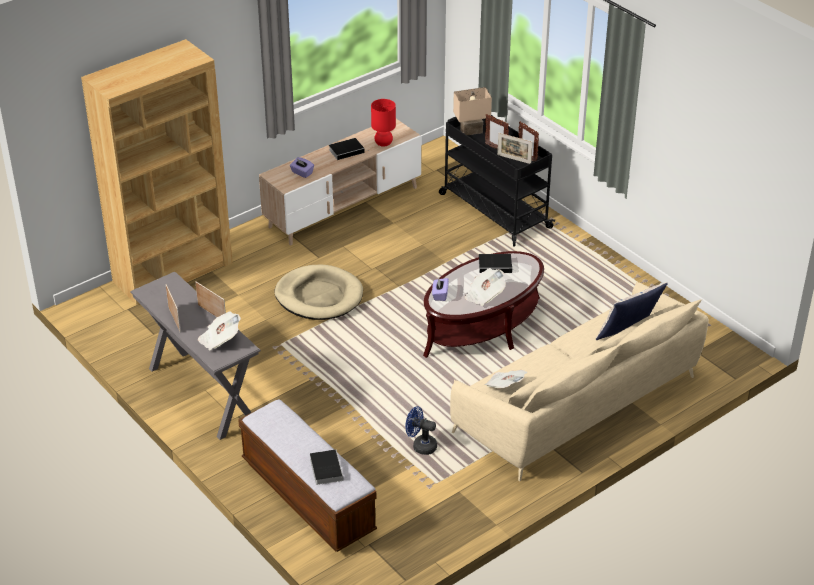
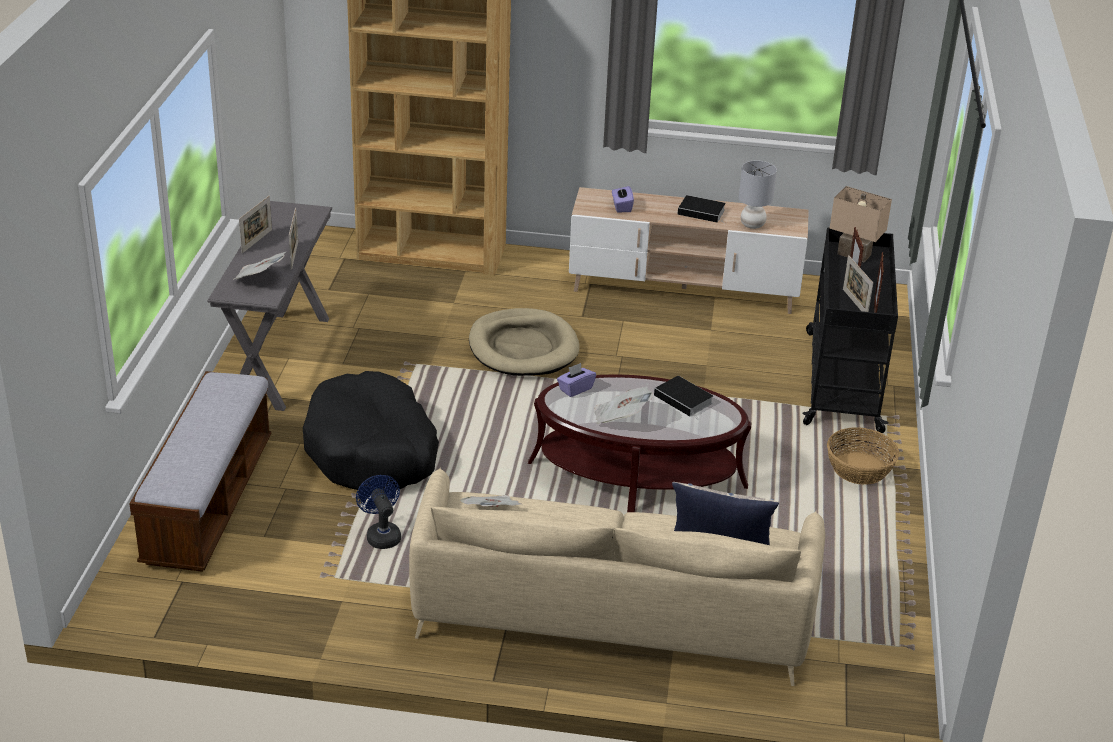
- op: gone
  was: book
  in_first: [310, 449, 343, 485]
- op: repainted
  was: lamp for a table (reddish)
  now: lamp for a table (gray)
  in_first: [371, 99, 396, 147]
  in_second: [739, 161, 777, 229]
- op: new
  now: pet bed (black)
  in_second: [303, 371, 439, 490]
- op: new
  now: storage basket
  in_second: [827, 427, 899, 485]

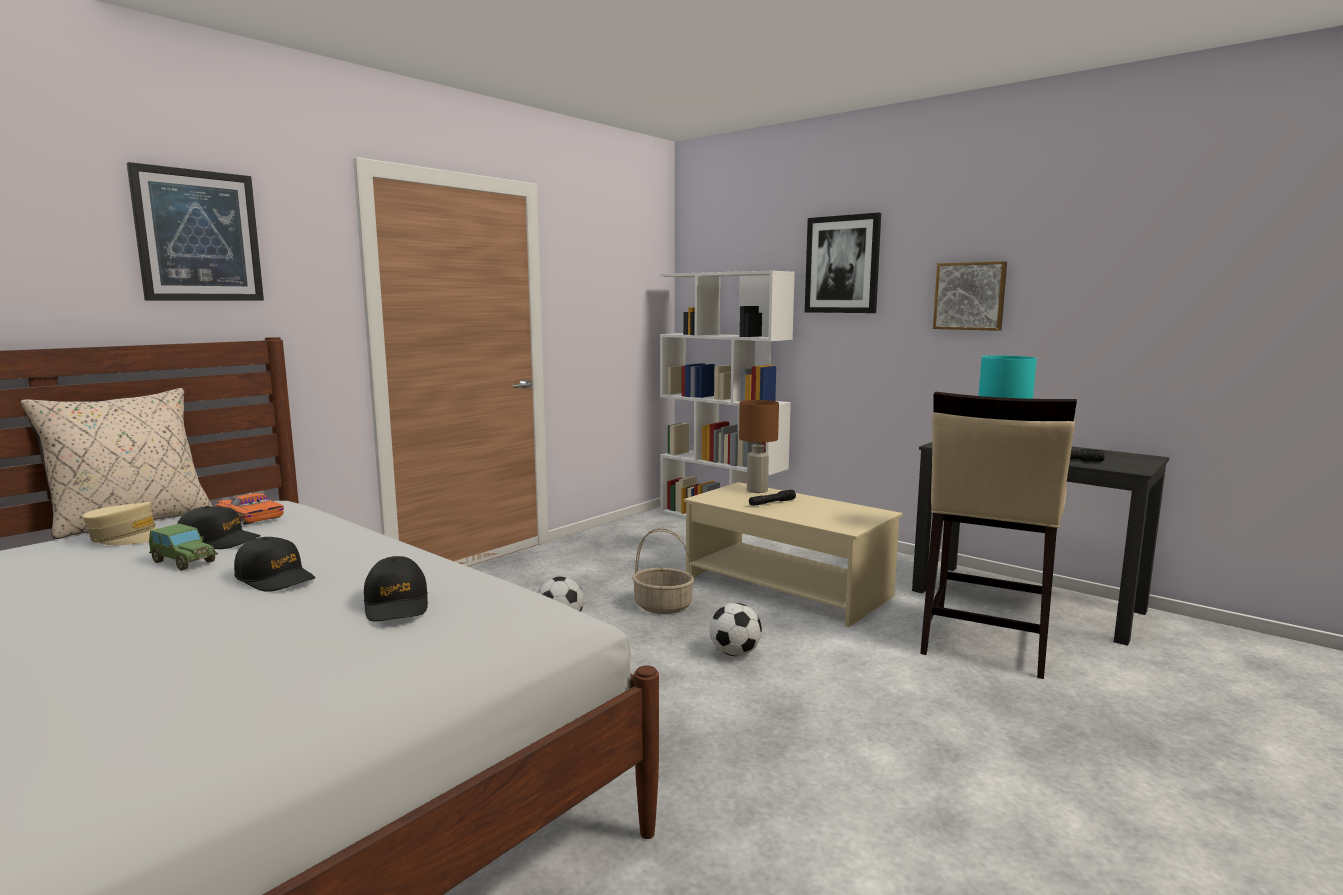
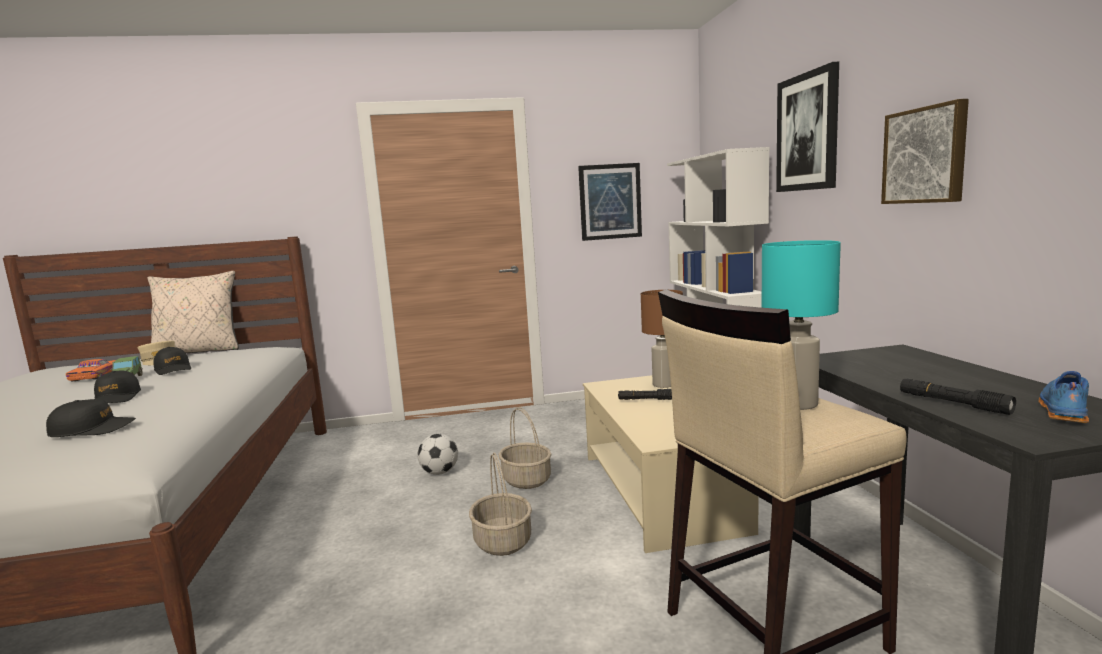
- op: shifted
  was: picture
  in_first: [127, 162, 264, 300]
  in_second: [578, 163, 642, 241]
- op: shifted
  was: model car (orange-coloured)
  in_first: [215, 493, 284, 525]
  in_second: [66, 359, 115, 381]
- op: rotated
  was: peaked cap (black)
  in_first: [364, 556, 428, 621]
  in_second: [46, 399, 136, 437]
  clockwise: -120
- op: swapped
  was: football ball
  now: storage basket
  in_first: [710, 603, 762, 656]
  in_second: [469, 452, 532, 556]
- op: new
  now: low shoe (blue-coloured)
  in_second: [1039, 371, 1089, 423]

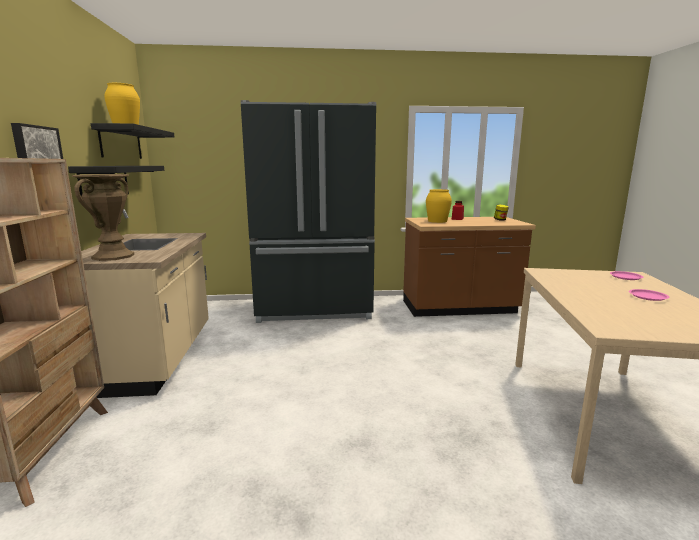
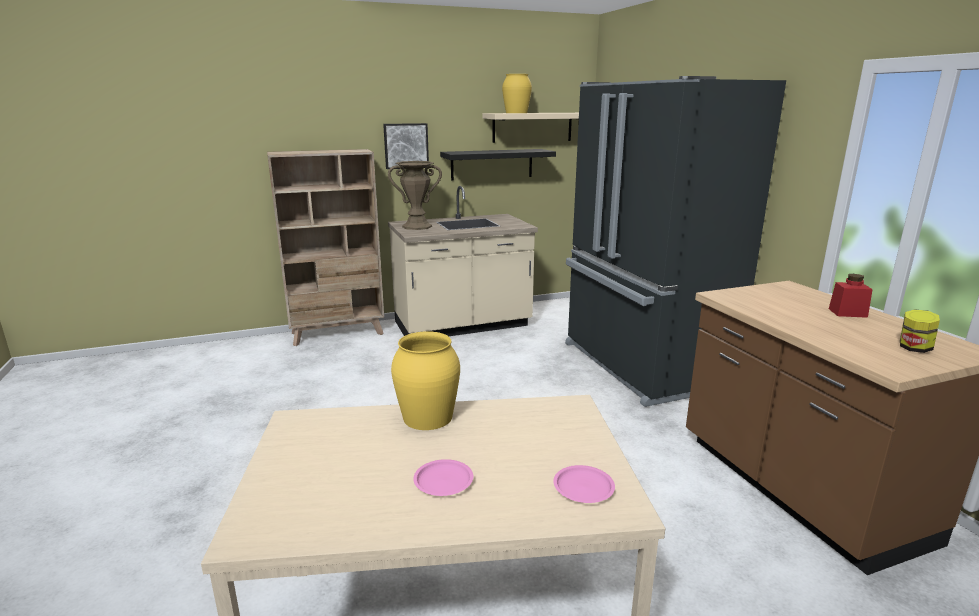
- op: repainted
  was: shelf (black)
  now: shelf (beige)
  in_first: [91, 123, 174, 159]
  in_second: [483, 113, 579, 143]
- op: shifted
  was: decorative vase (yellowish)
  in_first: [426, 189, 452, 223]
  in_second: [391, 331, 460, 430]

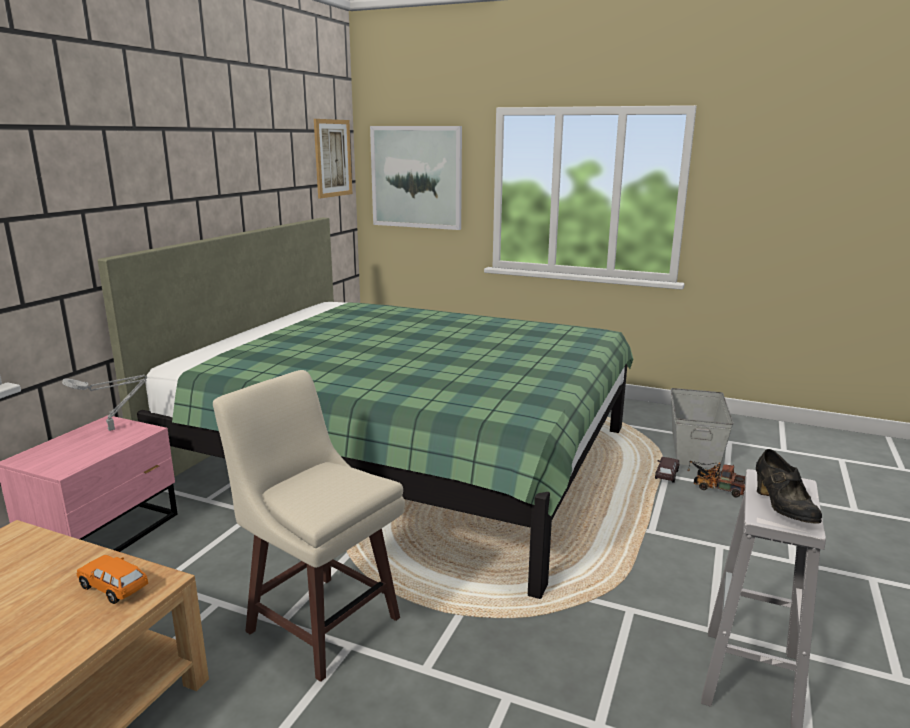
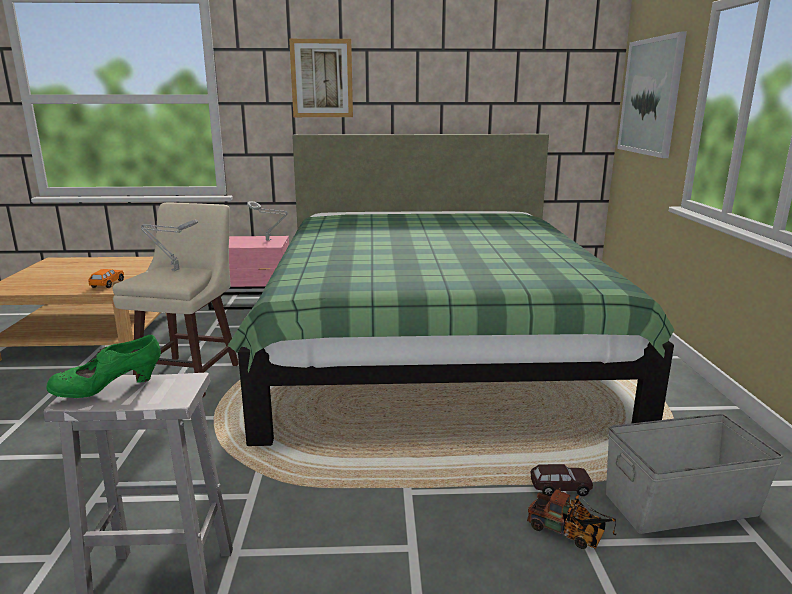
- op: shifted
  was: picture
  in_first: [314, 119, 352, 199]
  in_second: [289, 39, 353, 117]
- op: rotated
  was: toy truck
  in_first: [687, 461, 745, 498]
  in_second: [527, 487, 617, 549]
  clockwise: 120
- op: repainted
  was: low shoe (black)
  now: low shoe (greenish)
  in_first: [756, 449, 822, 524]
  in_second: [46, 335, 161, 398]
- op: new
  now: lamp for a table (gray)
  in_second: [141, 219, 198, 271]

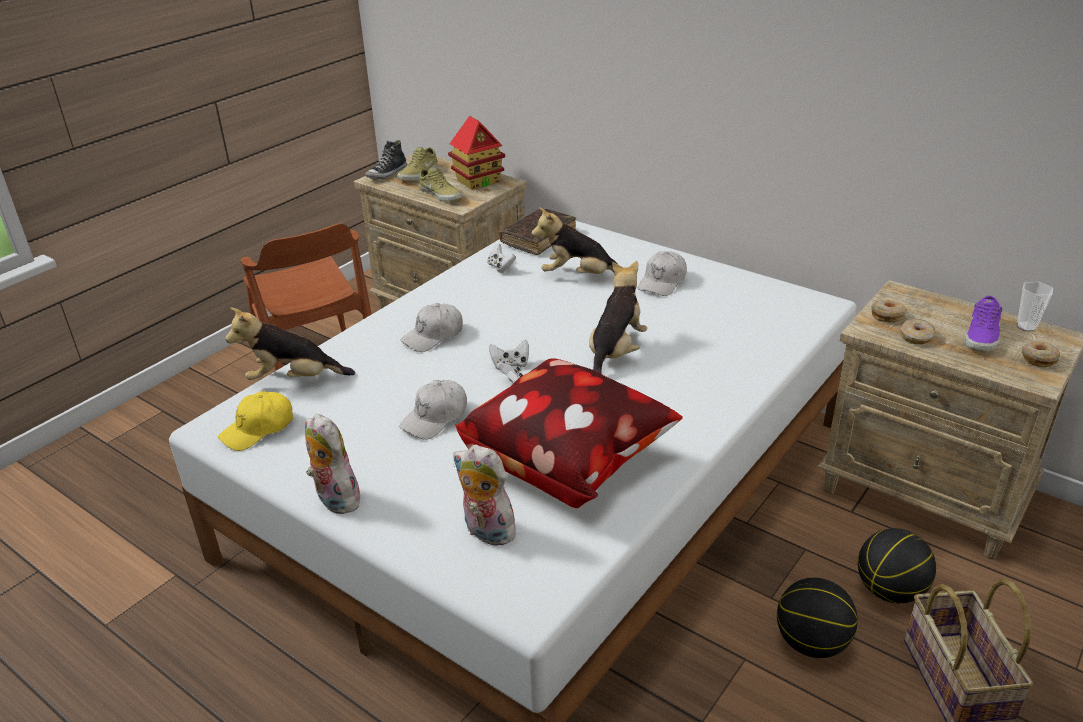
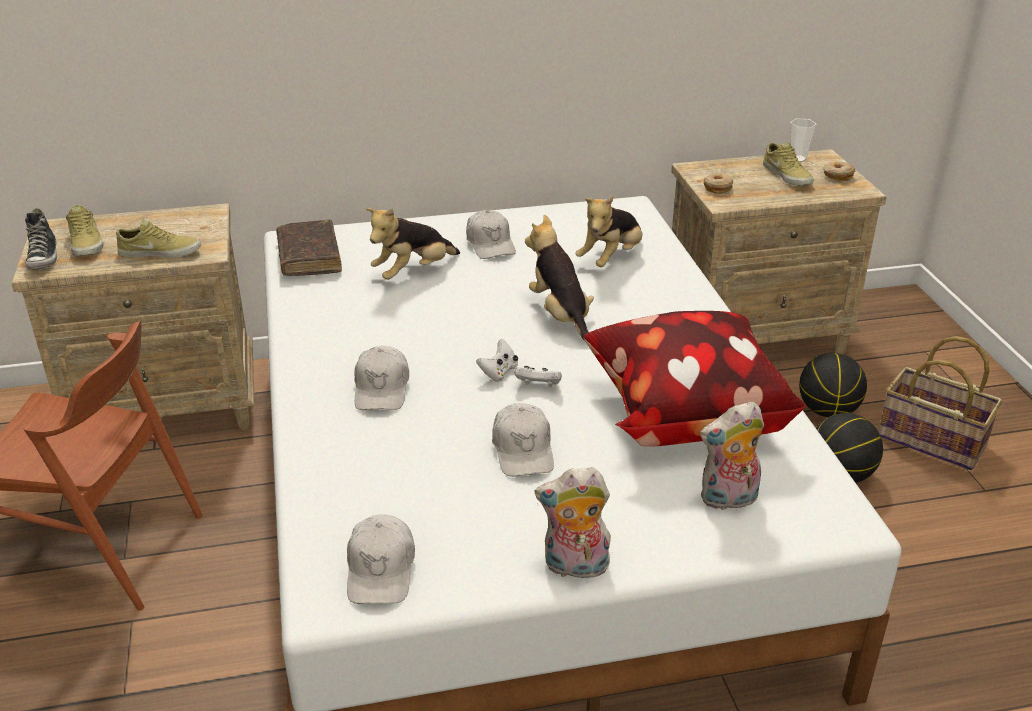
- op: repainted
  was: peaked cap (yellowish)
  now: peaked cap (white)
  in_first: [218, 391, 293, 451]
  in_second: [347, 514, 415, 604]
- op: shifted
  was: cuddly toy
  in_first: [225, 307, 355, 380]
  in_second: [575, 196, 642, 267]
- op: gone
  was: model house
  in_first: [448, 116, 505, 190]
- op: gone
  was: game controller (white)
  in_first: [487, 244, 516, 273]
- op: gone
  was: ring doughnut
  in_first: [900, 319, 936, 344]
- op: repainted
  was: low shoe (purple)
  now: low shoe (beige)
  in_first: [965, 296, 1002, 351]
  in_second: [763, 142, 814, 185]

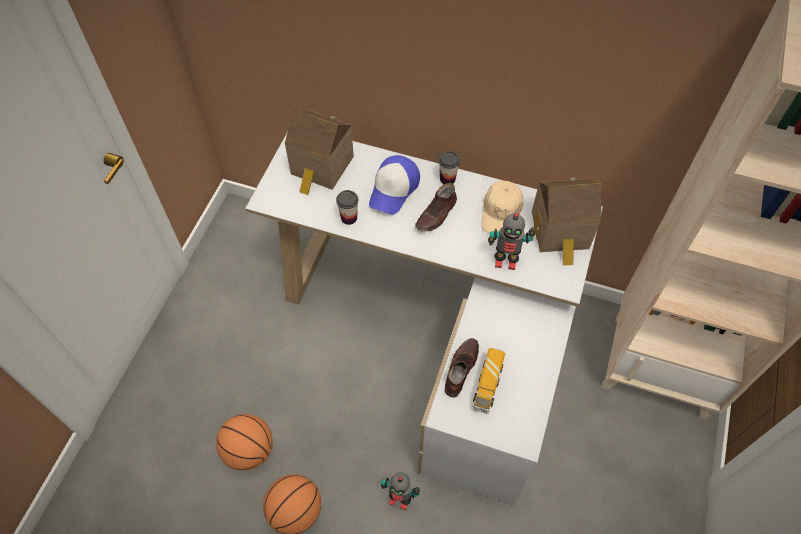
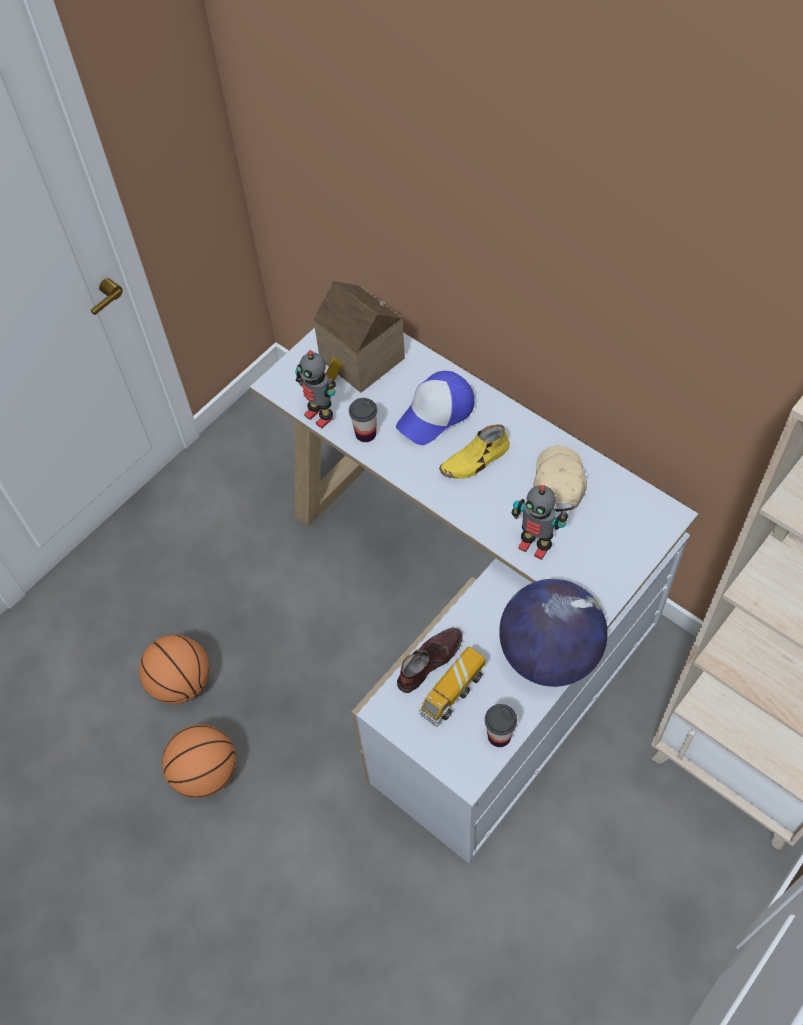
- op: shifted
  was: robot figure
  in_first: [381, 472, 420, 510]
  in_second: [295, 350, 336, 429]
- op: repainted
  was: low shoe (brownish)
  now: low shoe (yellowish)
  in_first: [415, 183, 457, 231]
  in_second: [439, 424, 510, 479]
- op: shifted
  was: cup
  in_first: [439, 151, 460, 184]
  in_second: [485, 704, 517, 747]
- op: rotated
  was: peaked cap (beige)
  in_first: [481, 181, 523, 233]
  in_second: [534, 445, 587, 512]
  clockwise: 150
- op: gone
  was: model house
  in_first: [532, 177, 601, 266]
- op: new
  now: world globe
  in_second: [499, 579, 608, 687]

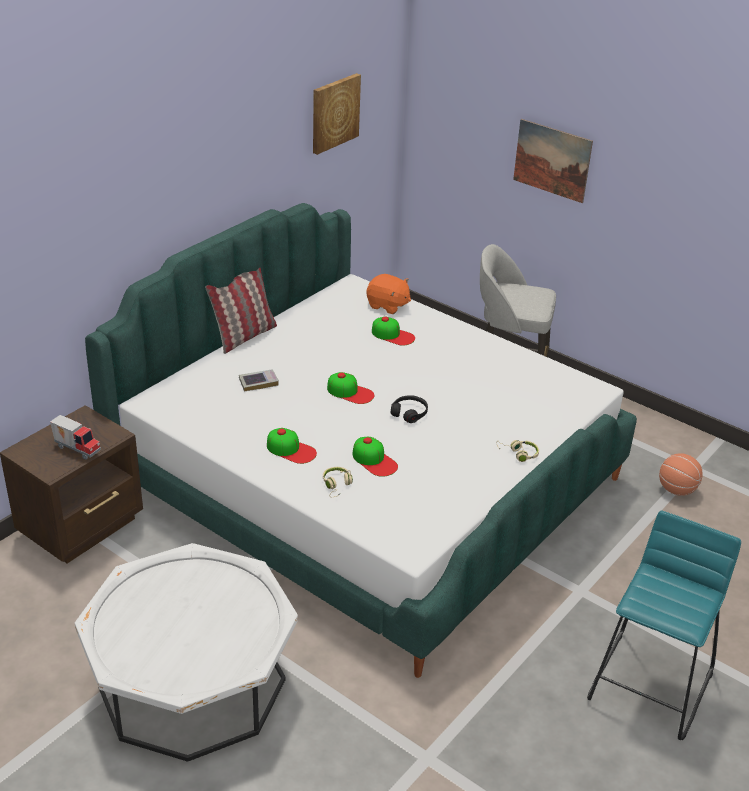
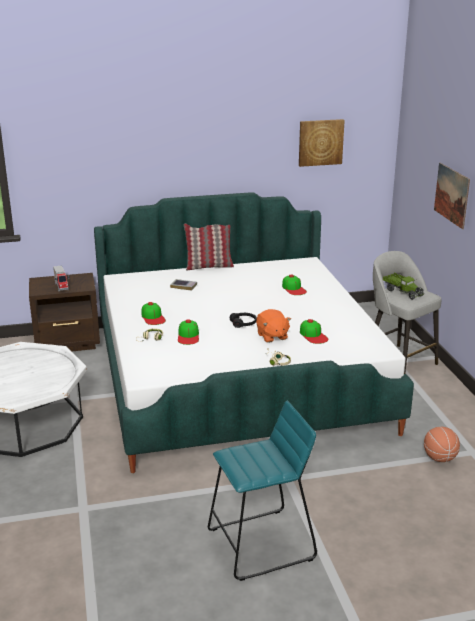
- op: shifted
  was: peaked cap
  in_first: [327, 372, 374, 404]
  in_second: [300, 319, 328, 344]
- op: shifted
  was: cuddly toy (orange-coloured)
  in_first: [367, 274, 411, 314]
  in_second: [256, 309, 291, 343]
- op: new
  now: toy truck
  in_second: [383, 273, 424, 300]

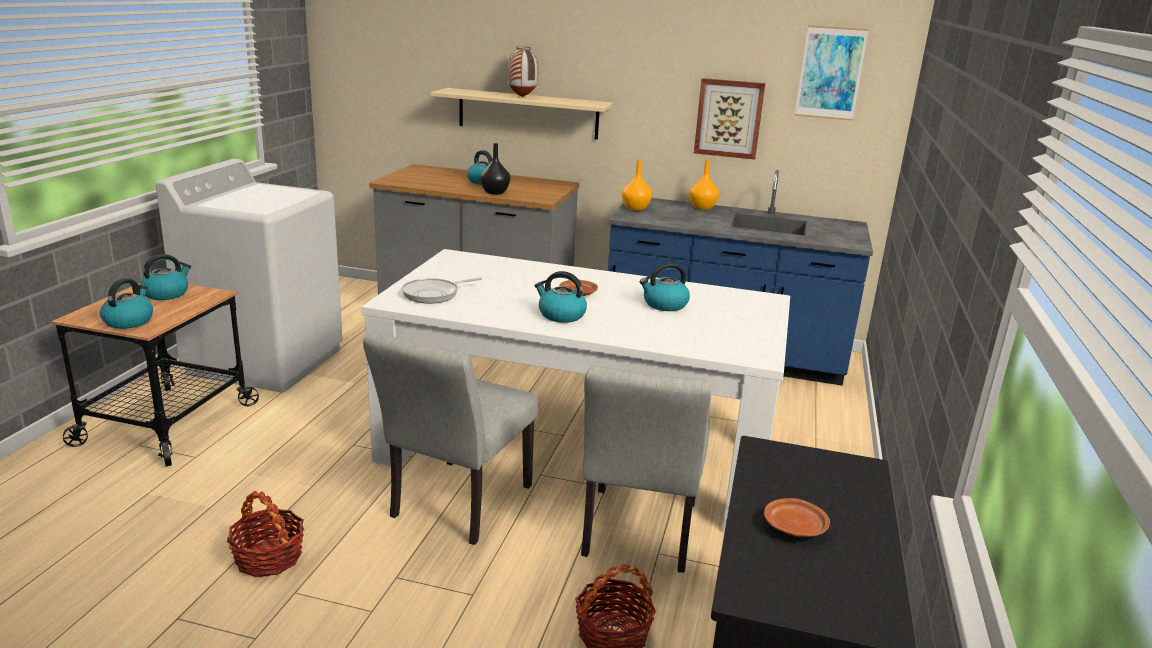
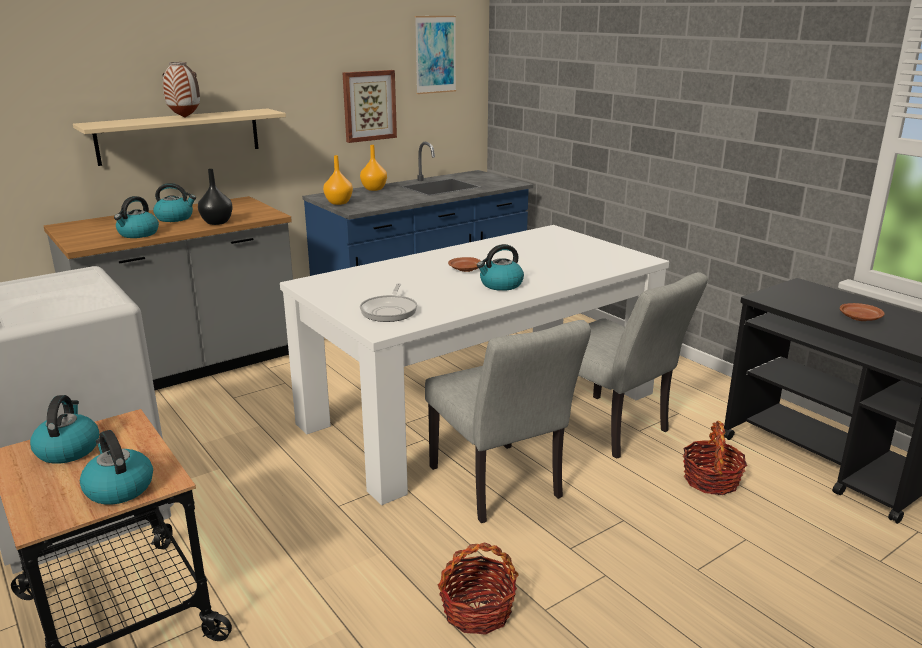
- op: shifted
  was: tea kettle
  in_first: [640, 263, 690, 311]
  in_second: [114, 196, 159, 238]

